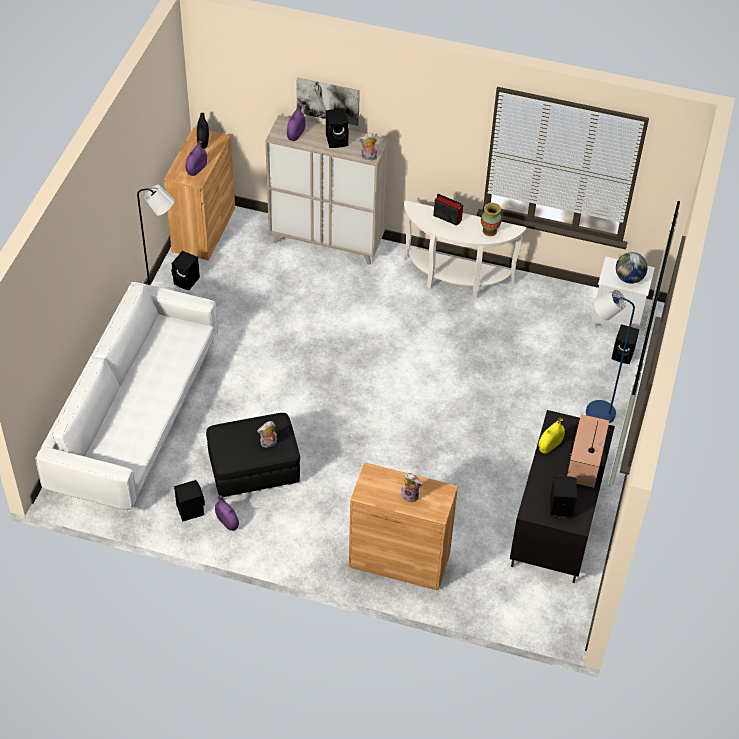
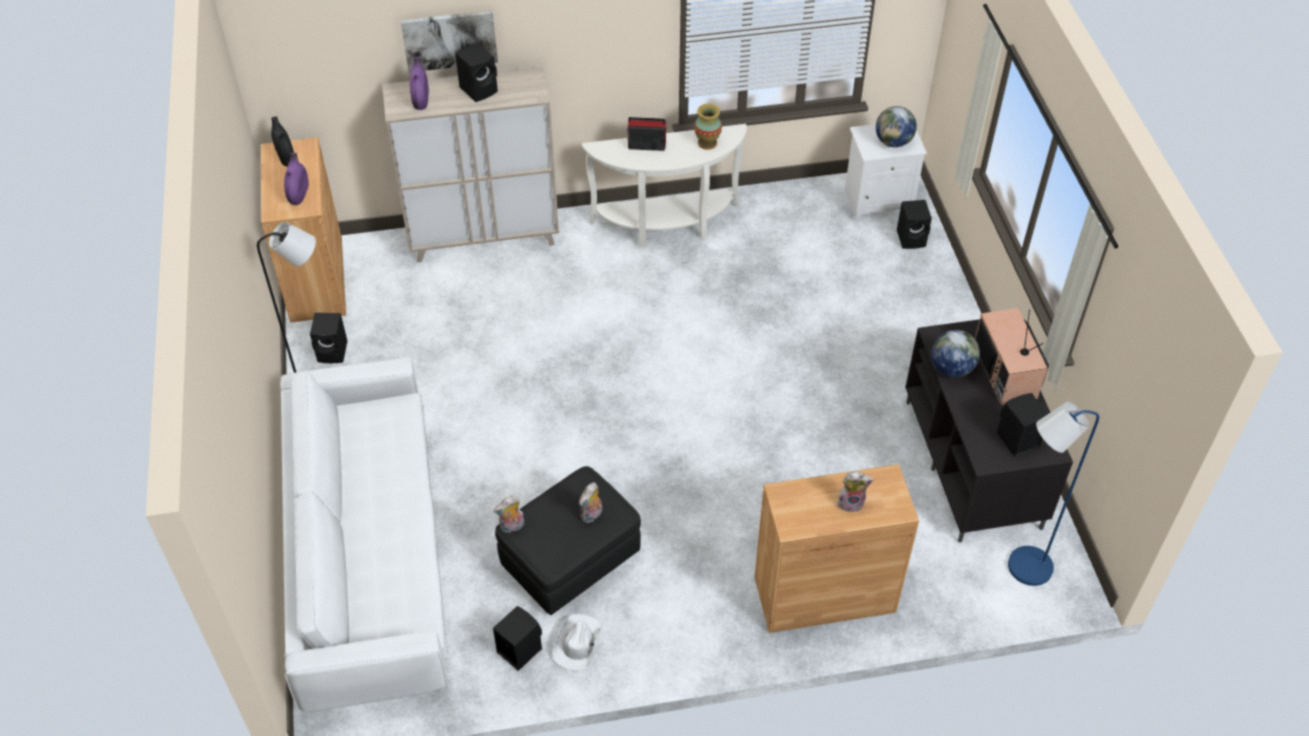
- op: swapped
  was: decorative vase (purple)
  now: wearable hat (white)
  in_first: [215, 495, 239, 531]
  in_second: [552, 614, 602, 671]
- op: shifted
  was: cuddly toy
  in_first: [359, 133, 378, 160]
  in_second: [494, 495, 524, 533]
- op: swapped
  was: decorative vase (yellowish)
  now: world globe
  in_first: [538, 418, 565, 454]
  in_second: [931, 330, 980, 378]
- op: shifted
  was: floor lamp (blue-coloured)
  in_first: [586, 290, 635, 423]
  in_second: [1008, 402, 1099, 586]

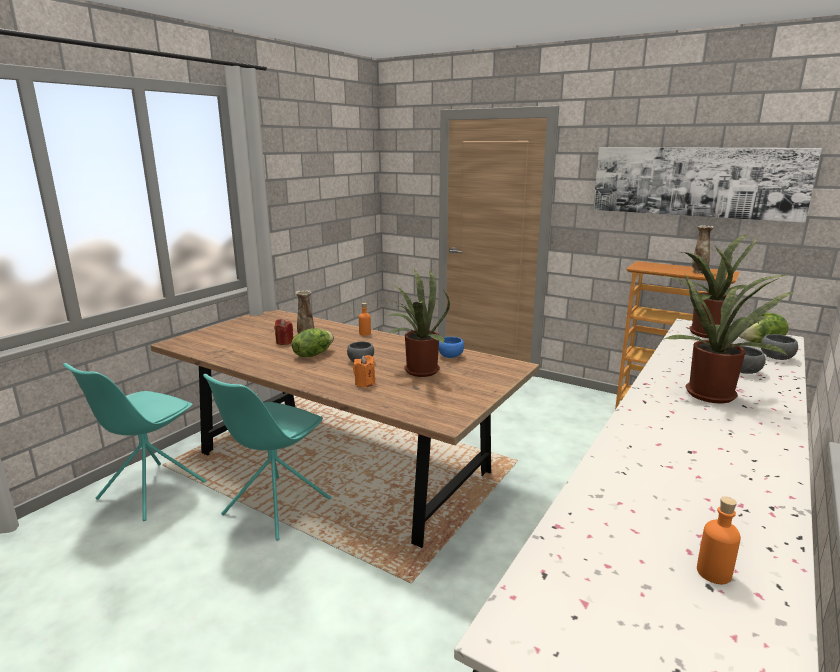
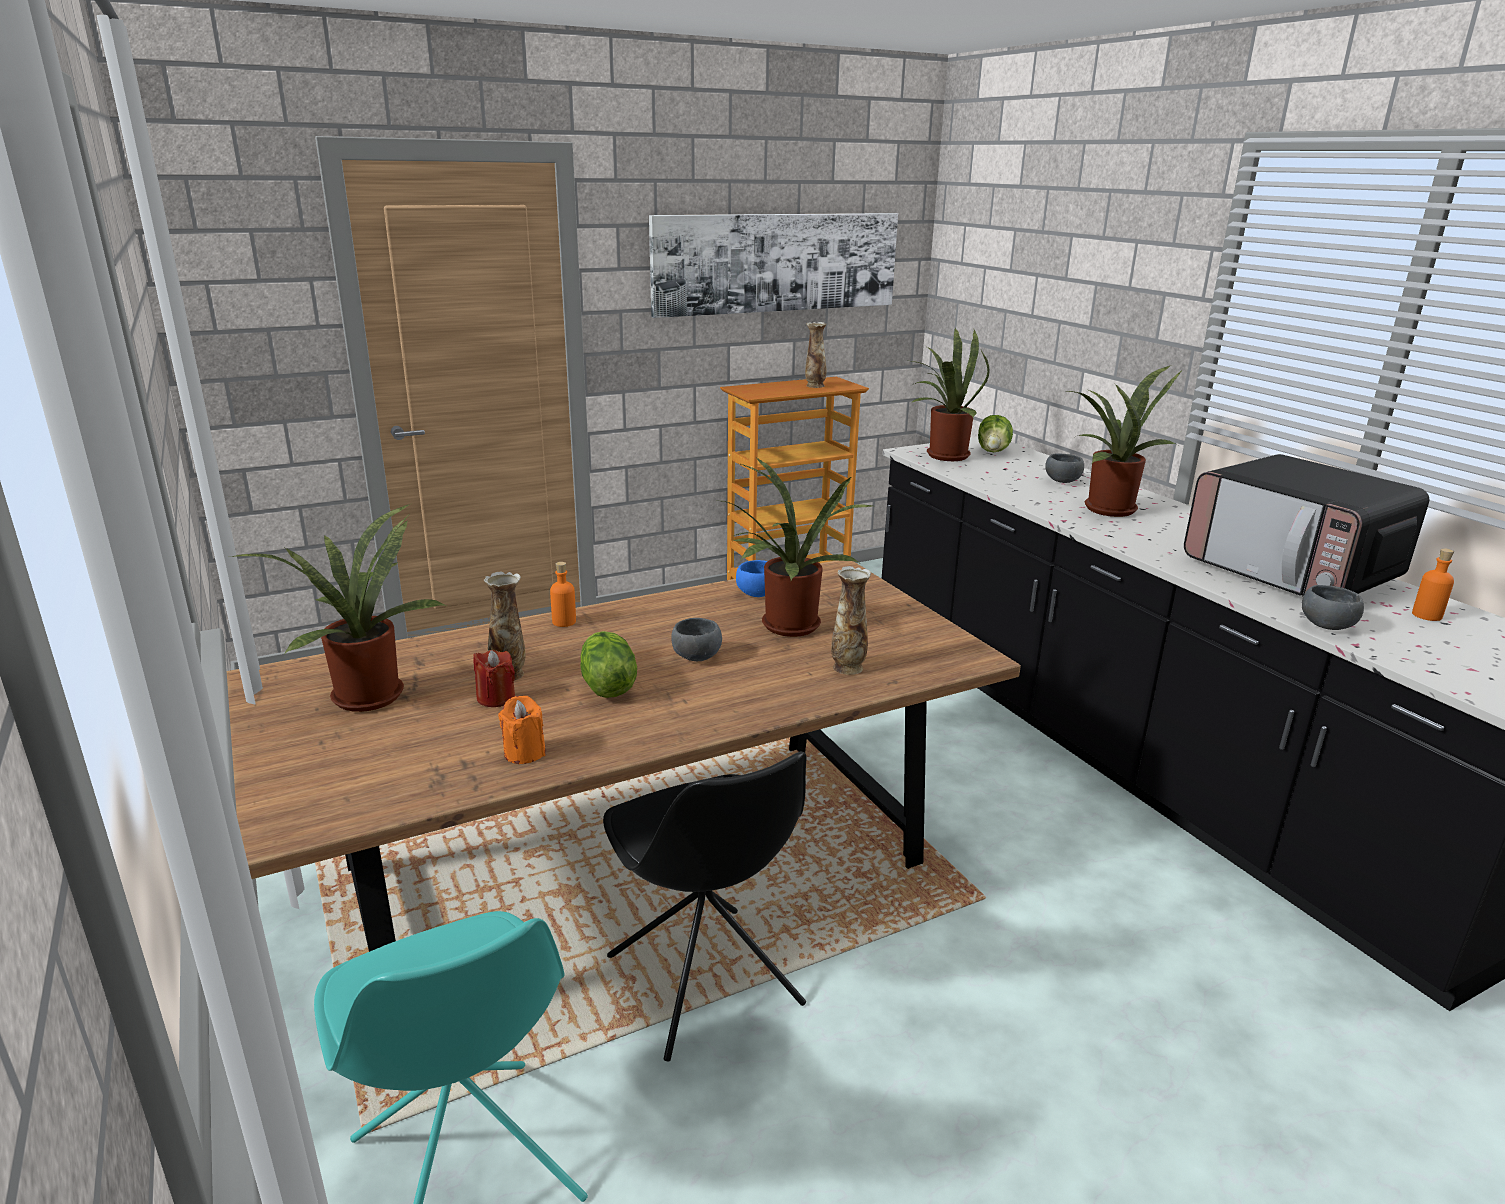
- op: repainted
  was: plain chair (turquoise-coloured)
  now: plain chair (black)
  in_first: [203, 374, 331, 541]
  in_second: [603, 752, 807, 1062]
- op: shifted
  was: wax candle (orange-coloured)
  in_first: [353, 355, 375, 387]
  in_second: [498, 696, 546, 764]
- op: shifted
  was: bowl (gray)
  in_first: [761, 334, 798, 360]
  in_second: [1302, 585, 1364, 630]
- op: new
  now: plant in a pot
  in_second: [230, 504, 448, 712]
- op: new
  now: decorative vase
  in_second: [831, 566, 871, 675]
- op: new
  now: microwave oven
  in_second: [1184, 454, 1429, 596]

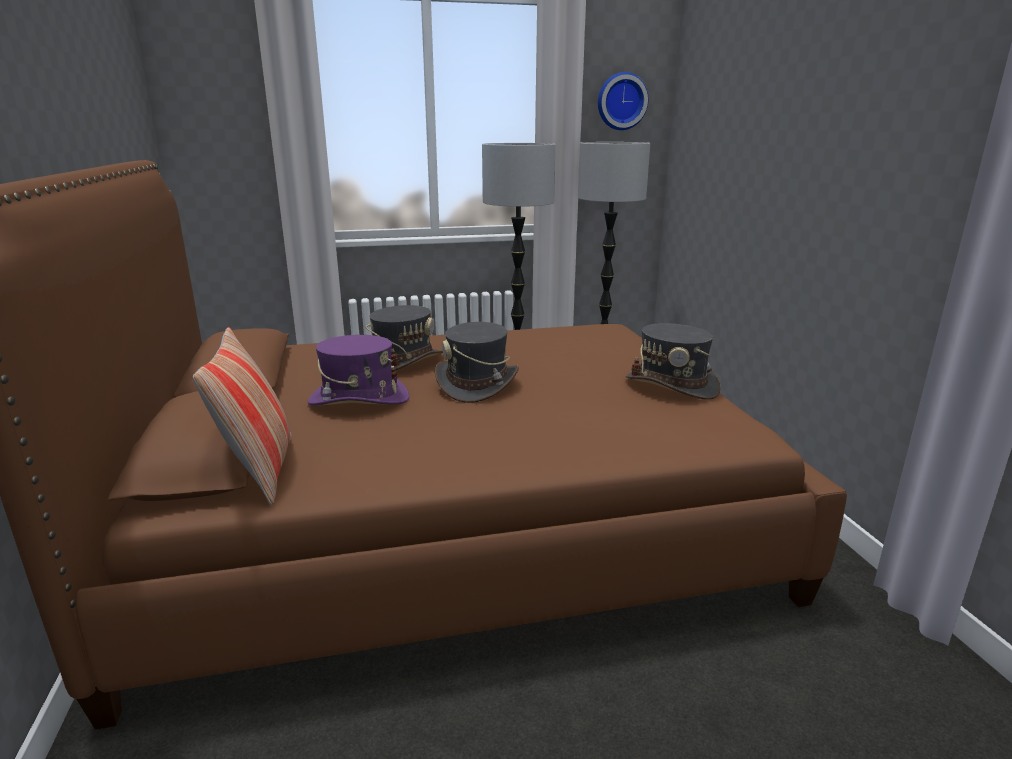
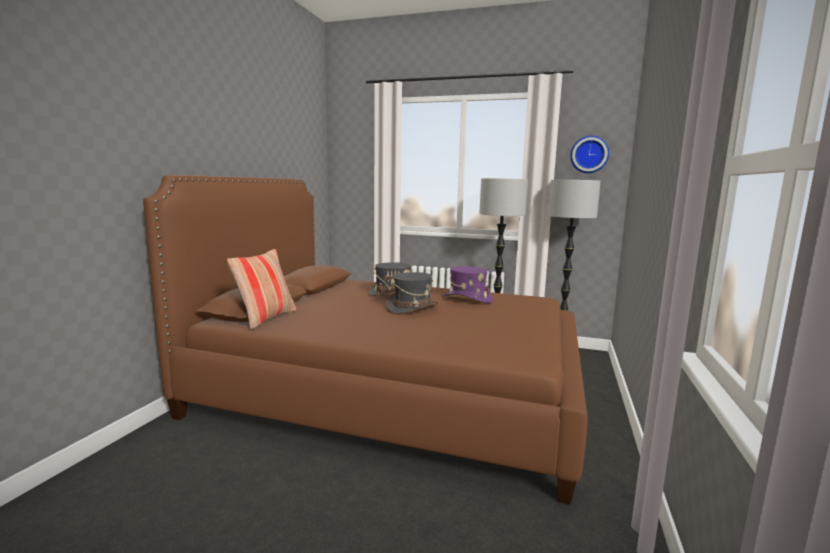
- op: shifted
  was: wearable hat (purple)
  in_first: [307, 335, 409, 405]
  in_second: [442, 266, 493, 303]
- op: gone
  was: wearable hat (gray)
  in_first: [626, 323, 721, 400]

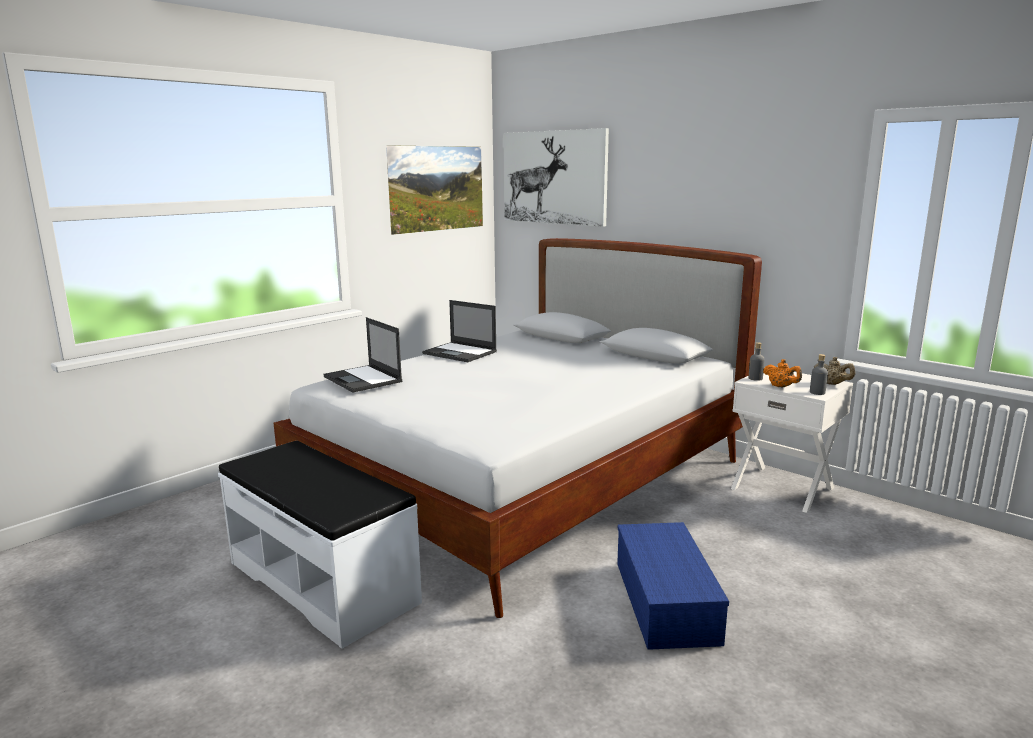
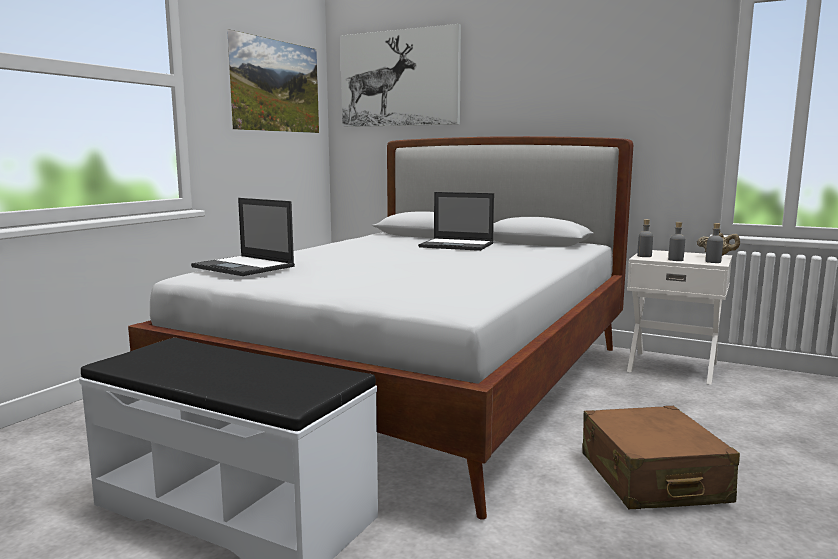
- op: shifted
  was: notebook computer
  in_first: [422, 300, 497, 362]
  in_second: [418, 192, 494, 251]
- op: swapped
  was: storage box (blue-coloured)
  now: suitcase (brownish)
  in_first: [617, 522, 729, 650]
  in_second: [582, 406, 740, 509]
- op: swapped
  was: teapot (orange-coloured)
  now: beverage bottle (gray)
  in_first: [763, 359, 802, 388]
  in_second: [668, 222, 685, 261]

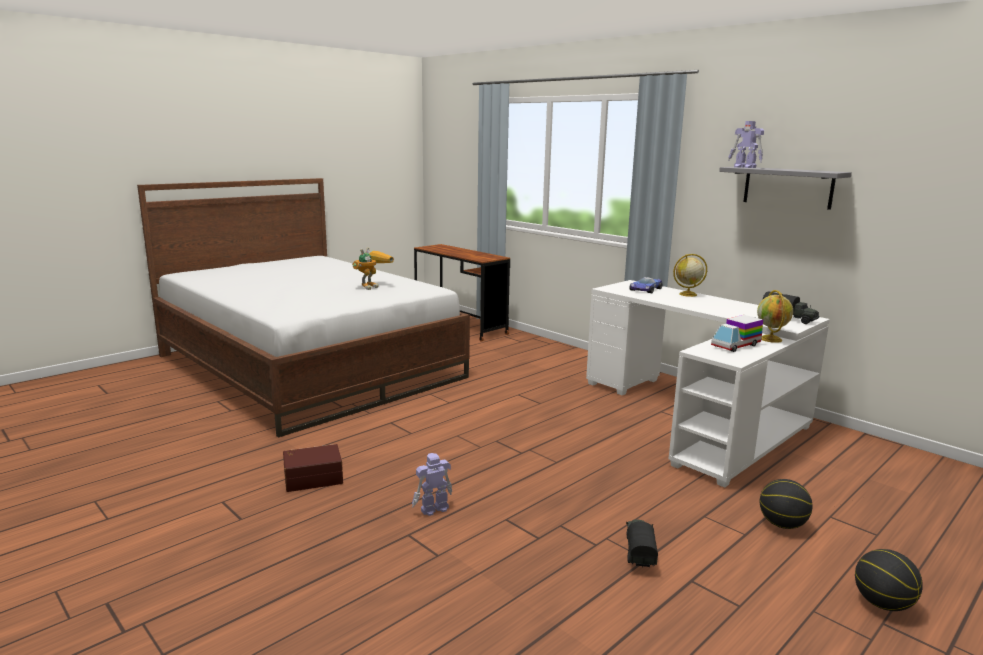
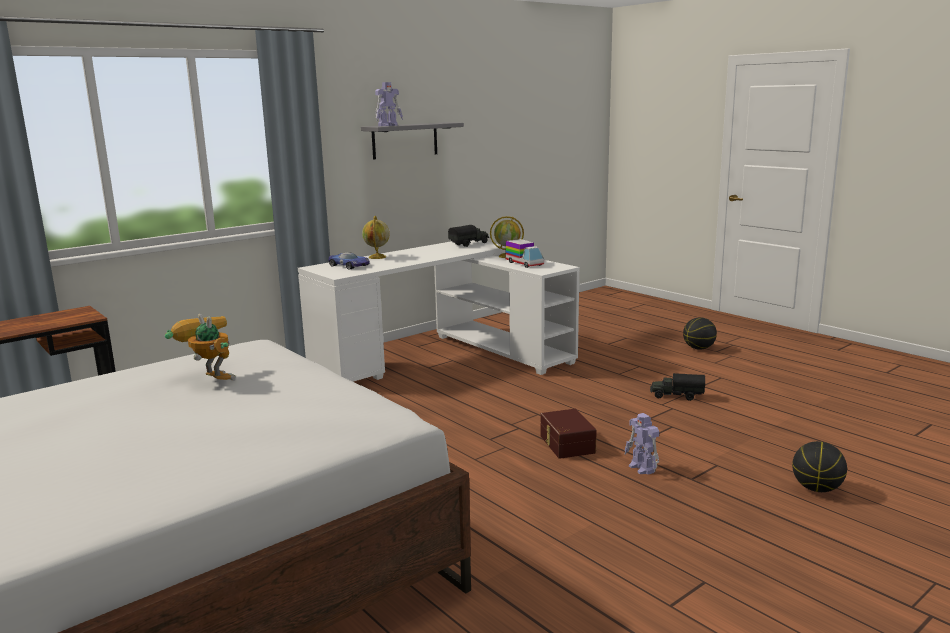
- op: shifted
  was: storage box (brownish)
  in_first: [283, 444, 343, 492]
  in_second: [540, 409, 597, 459]
- op: shifted
  was: ball for basketball
  in_first: [760, 479, 813, 529]
  in_second: [792, 441, 847, 492]

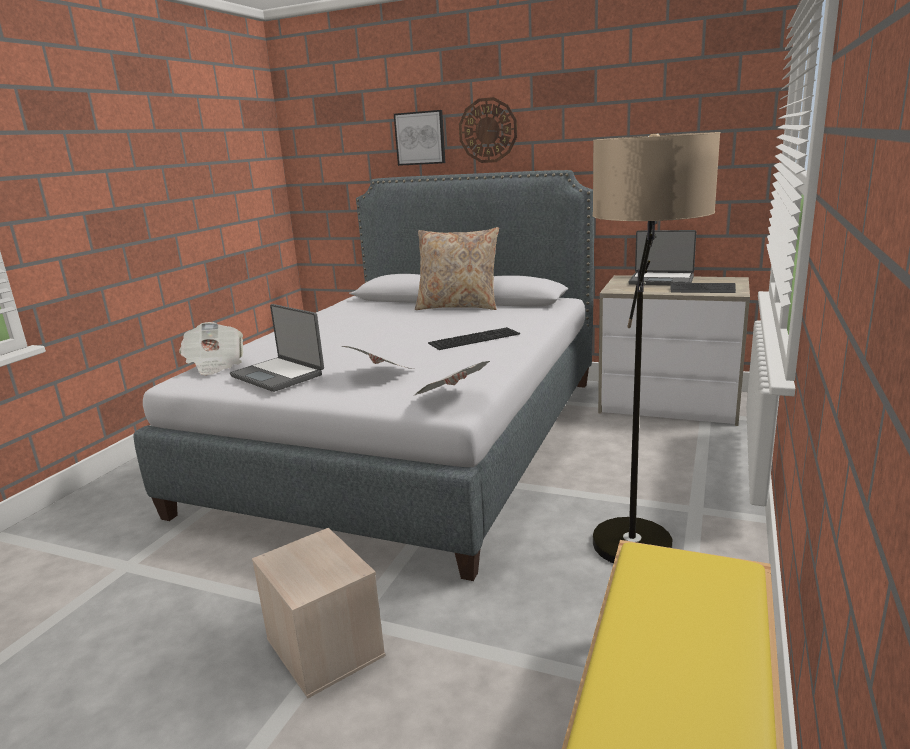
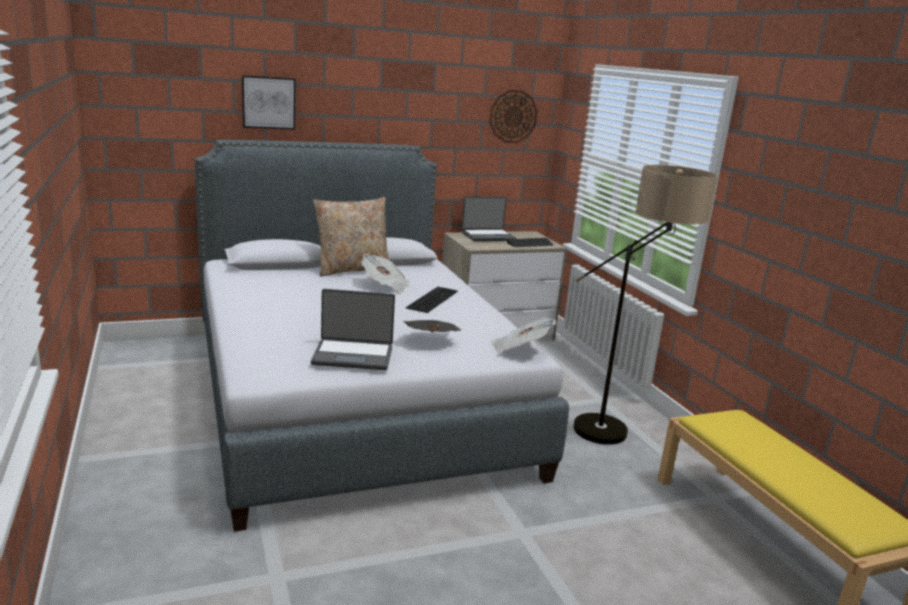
- op: shifted
  was: daily paper
  in_first: [179, 322, 243, 375]
  in_second: [361, 254, 409, 293]
- op: gone
  was: storage box (beige)
  in_first: [252, 528, 386, 698]
- op: shifted
  was: clock on the wall
  in_first: [459, 97, 517, 163]
  in_second: [489, 90, 538, 143]

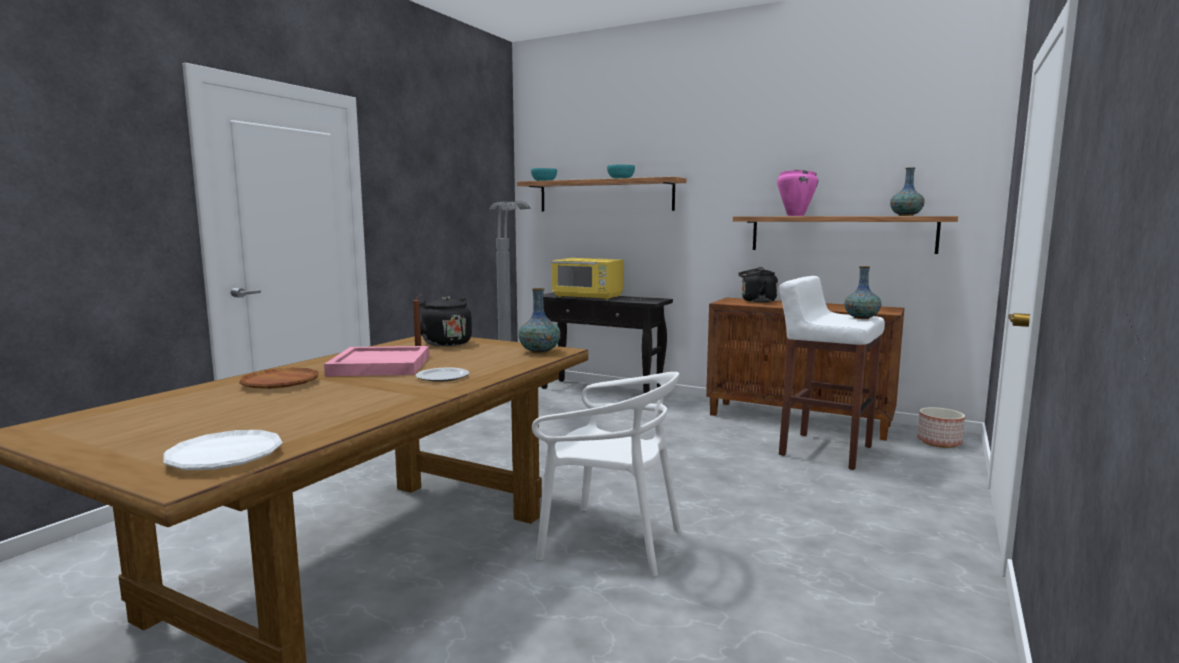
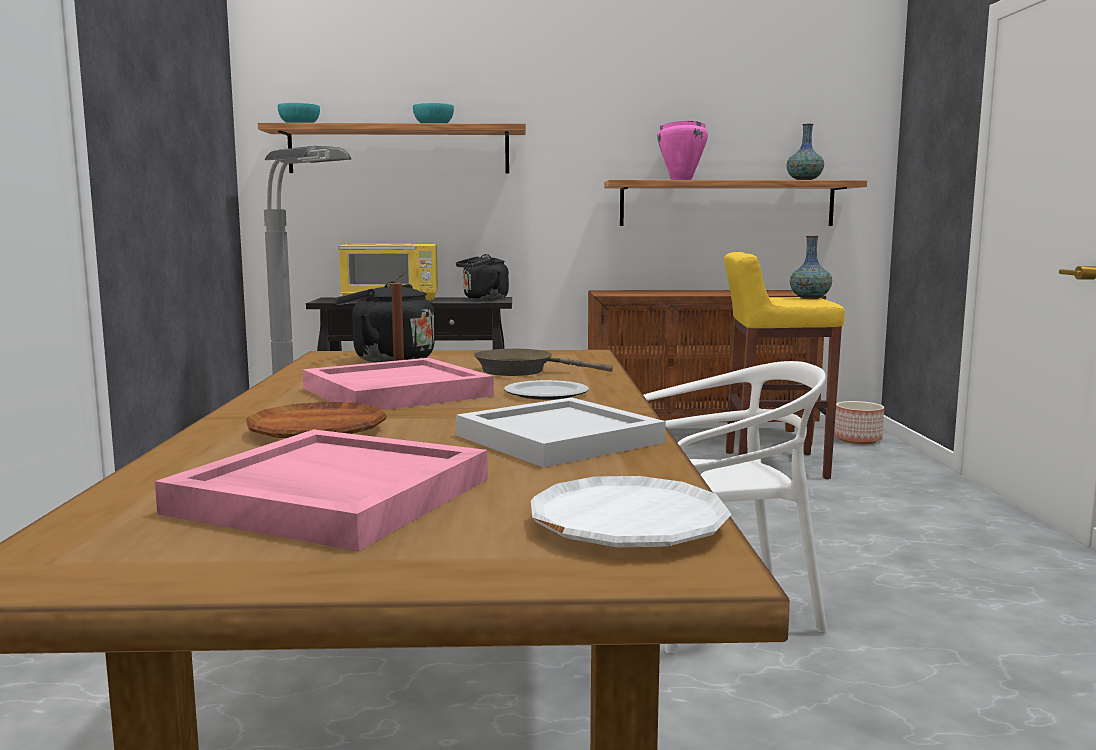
- op: gone
  was: decorative vase
  in_first: [518, 288, 560, 353]
- op: shifted
  was: tea kettle (black)
  in_first: [738, 267, 778, 302]
  in_second: [456, 254, 509, 300]
- op: repainted
  was: stool seat (white)
  now: stool seat (yellowish)
  in_first: [779, 276, 885, 470]
  in_second: [724, 252, 845, 479]
- op: new
  now: serving tray (pink)
  in_second: [155, 429, 488, 551]
- op: new
  now: serving tray (white)
  in_second: [456, 397, 666, 468]
- op: new
  now: skillet (brownish)
  in_second: [473, 349, 613, 376]

